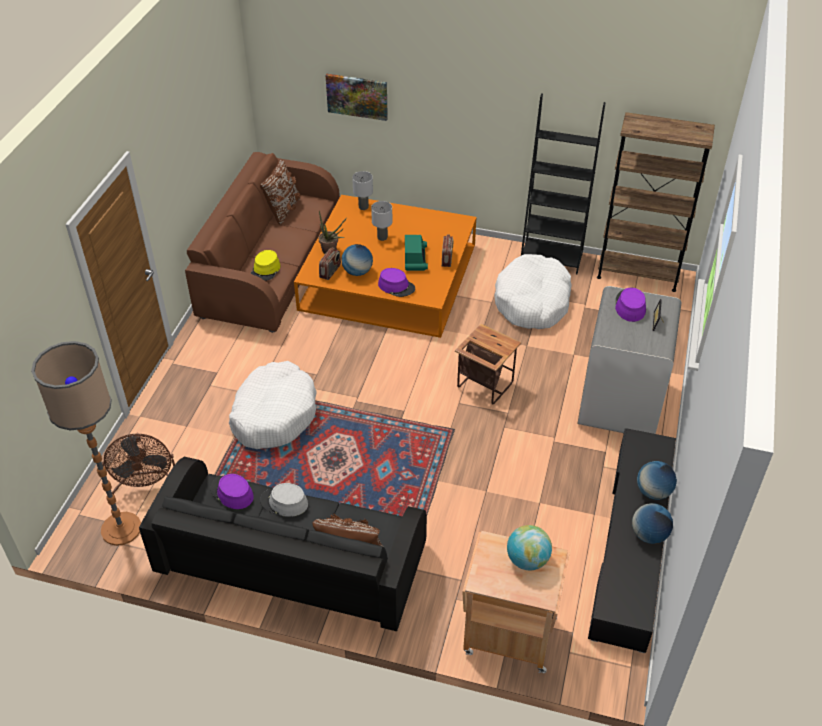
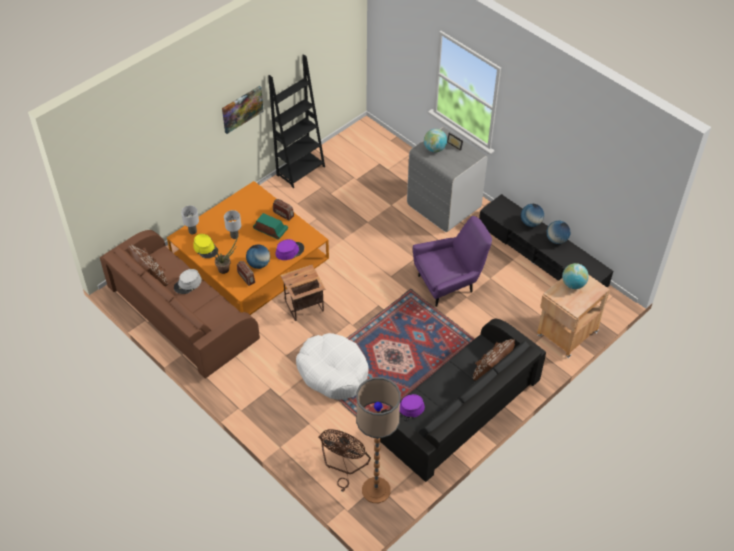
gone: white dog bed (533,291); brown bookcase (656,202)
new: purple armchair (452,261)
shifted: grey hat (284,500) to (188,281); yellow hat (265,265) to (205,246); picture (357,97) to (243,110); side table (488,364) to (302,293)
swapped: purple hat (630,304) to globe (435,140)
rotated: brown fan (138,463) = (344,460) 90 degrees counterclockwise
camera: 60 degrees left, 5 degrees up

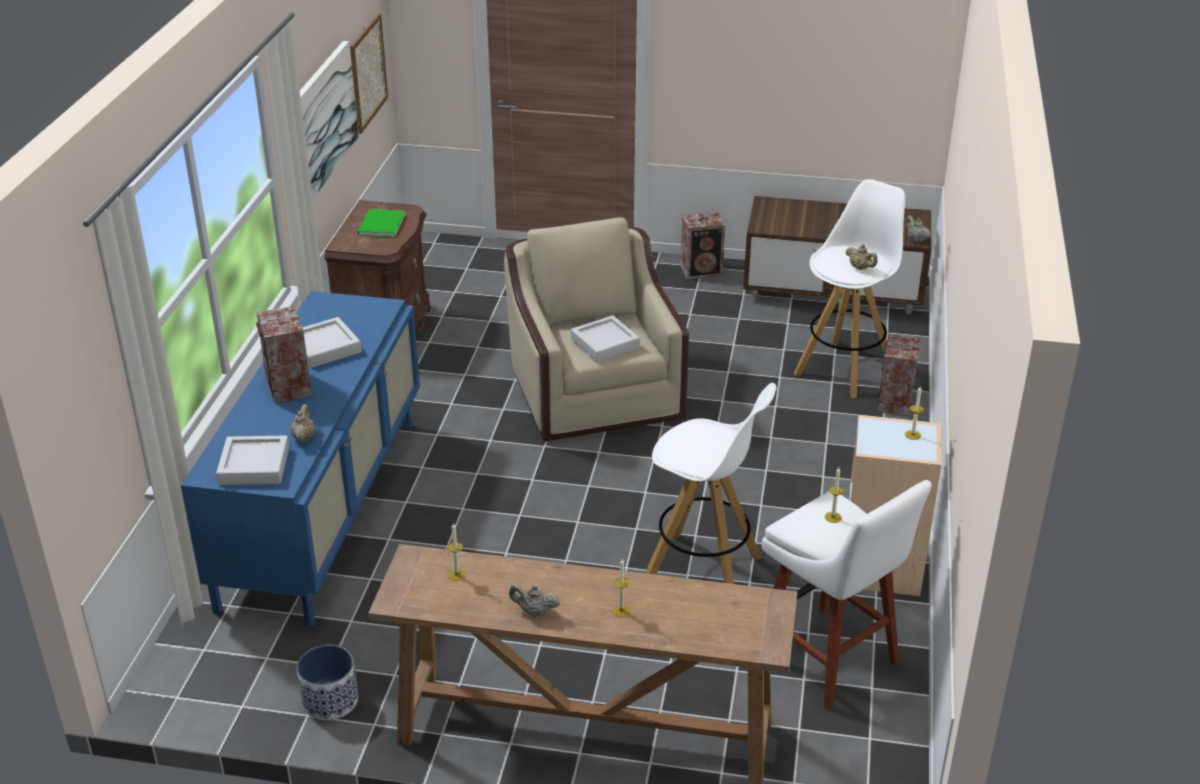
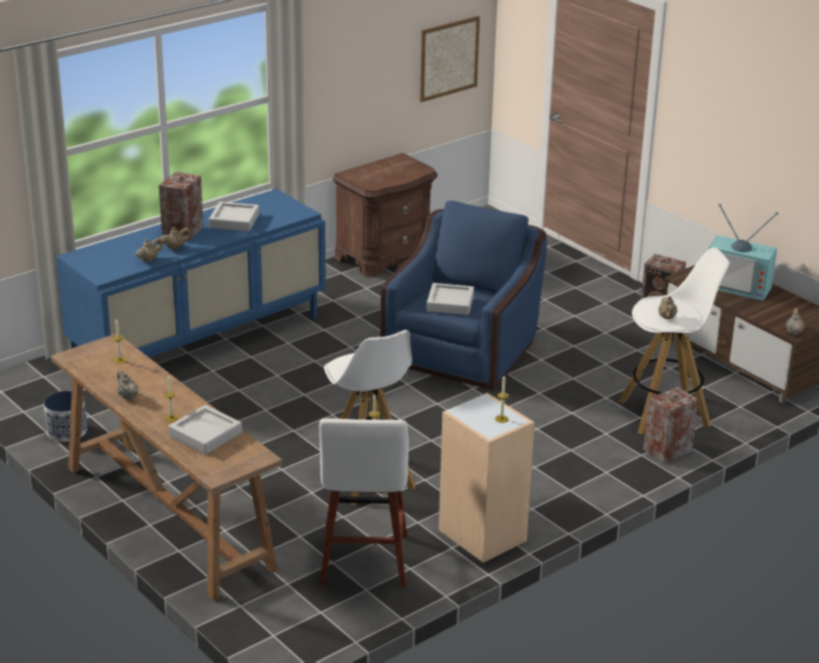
gone: picture (329,119); green book (381,223)
new: beige teapot (175,238); television (743,252)
shifted: grey tray (252,460) to (205,429)
repainted: beige armchair (596,329) to blue armchair (463,295)
camera: 40 degrees right, 5 degrees down

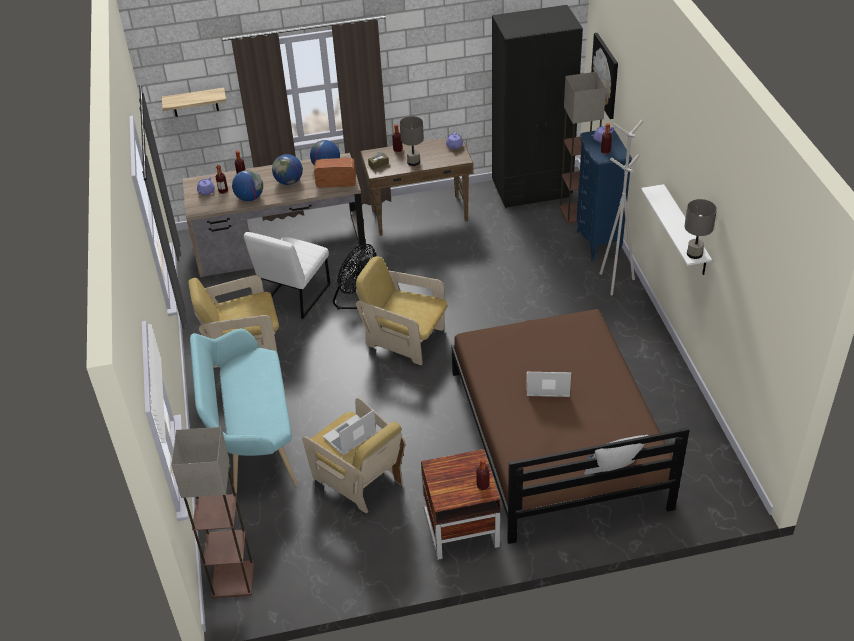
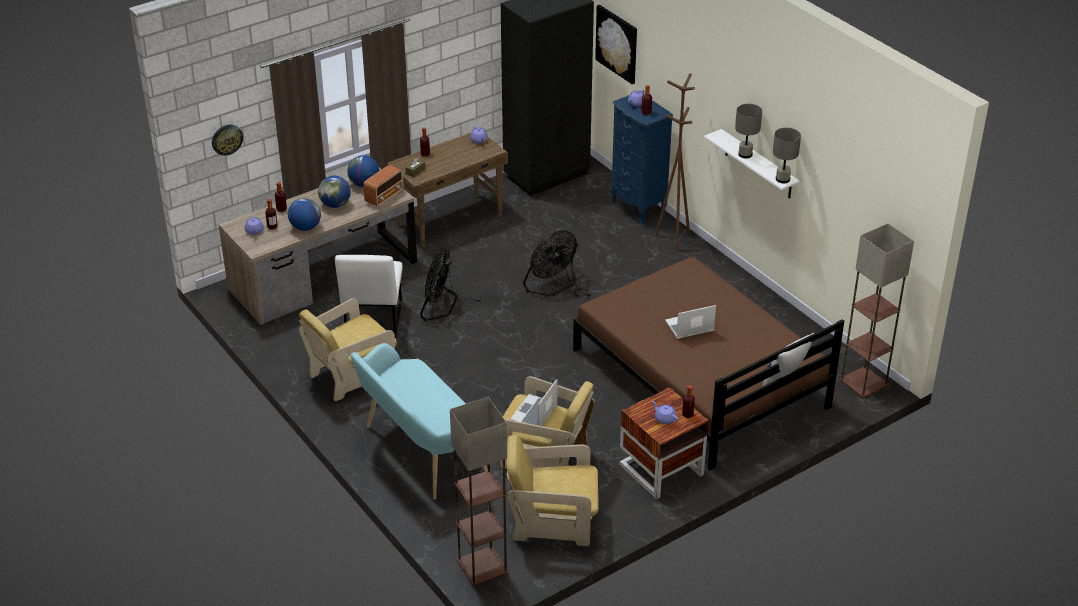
new: black fan (557,264); purple teapot (665,413)
shifted: yellow armchair (401,310) to (552,490); grey table lamp (412,141) to (748,131); floor lamp (582,147) to (877,311)
swapped: shelf (194,102) to wall clock (227,140)
repainted: grey clothes rack (621,208) to brown clothes rack (675,162)
rotated: radio (335,173) = (383,186) 150 degrees clockwise
camera: 25 degrees left, 5 degrees down

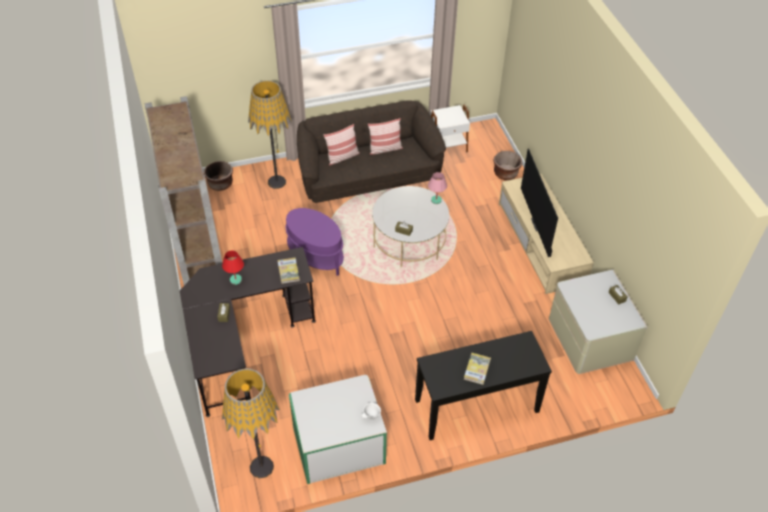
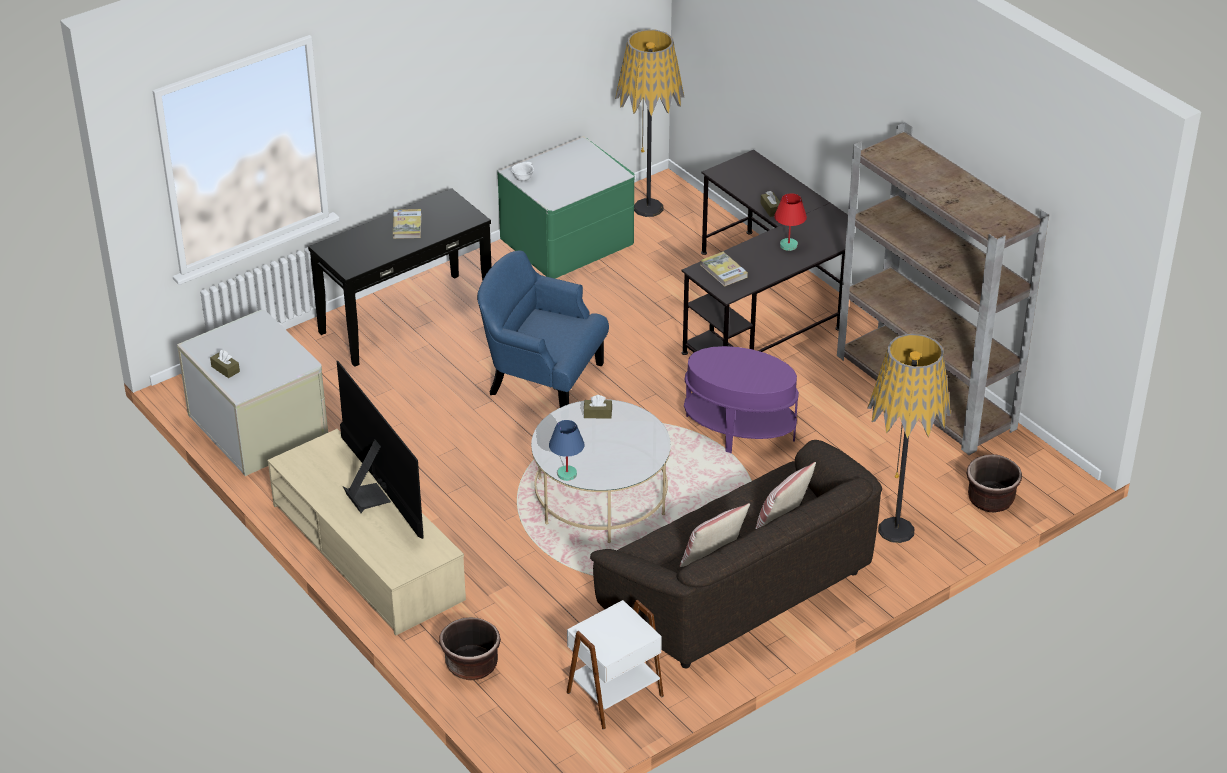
new: blue armchair (543,329)
repainted: pink table lamp (437,188) to blue table lamp (567,450)
camera: 160 degrees right, 10 degrees down

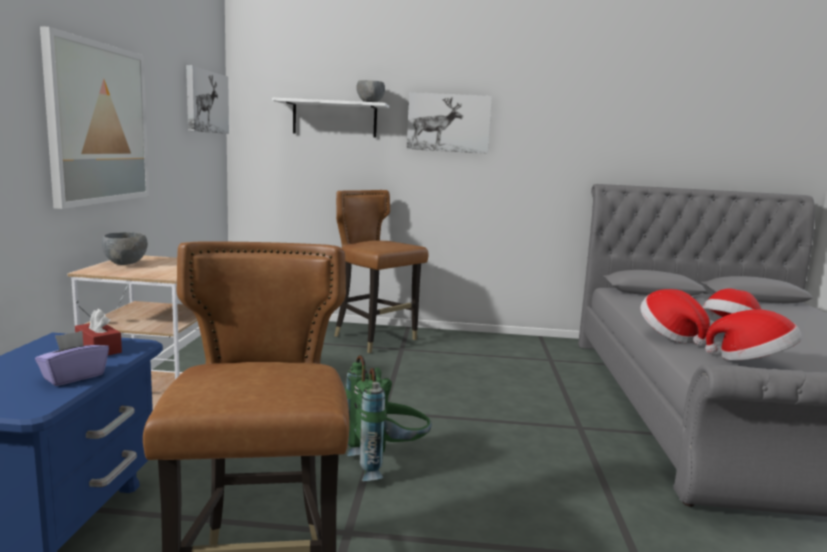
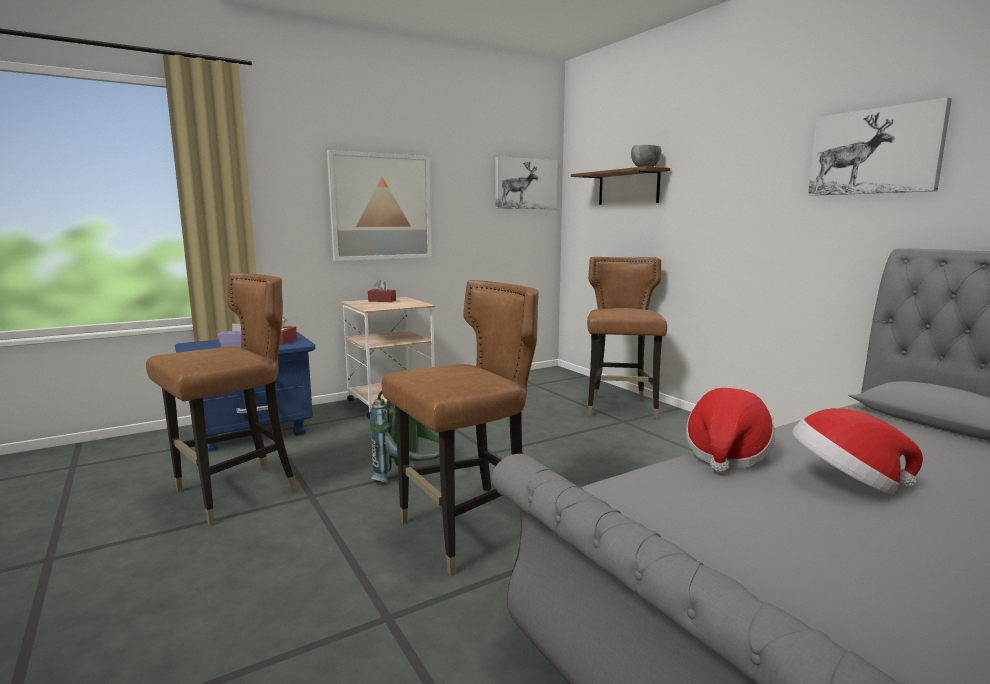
gone: hat (753,335)
new: brown chair (460,427)
shifted: picture (449,123) to (880,146)
swapped: grey bowl (125,248) to red tissue box (382,291)
repainted: white shelf (330,117) to brown shelf (620,185)
camera: 55 degrees right, 0 degrees up

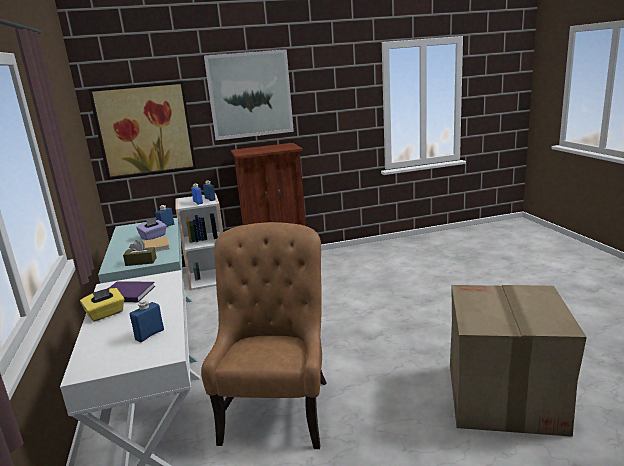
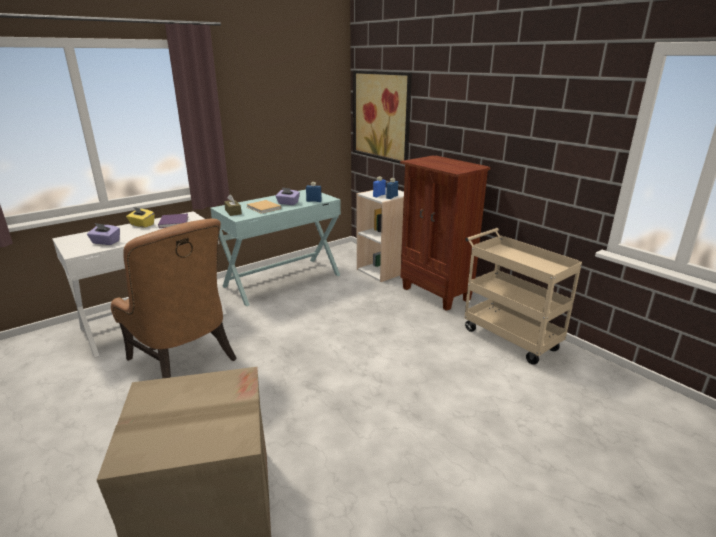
gone: picture (249,94)
new: beige cart (523,296)
swapped: blue bottle (147,321) to purple tissue box (103,234)
rotated: brown chair (264,335) = (174,298) 60 degrees clockwise
camera: 65 degrees right, 5 degrees up

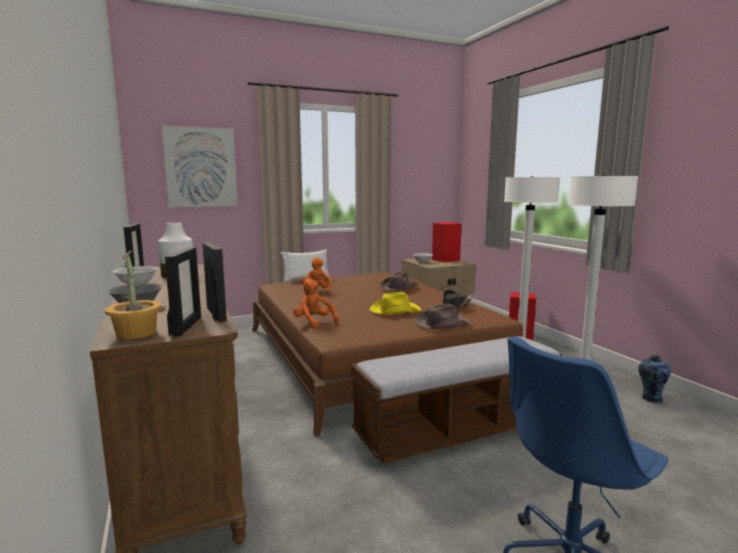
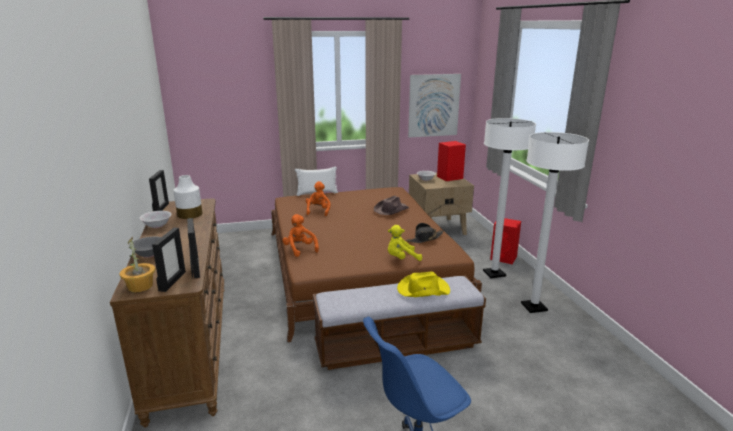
gone: vase (654,379)
shifted: yellow hat (395,303) to (423,284); picture (199,167) to (434,105)
swapped: brown hat (442,316) to yellow plush toy (405,243)
camera: 10 degrees right, 10 degrees up

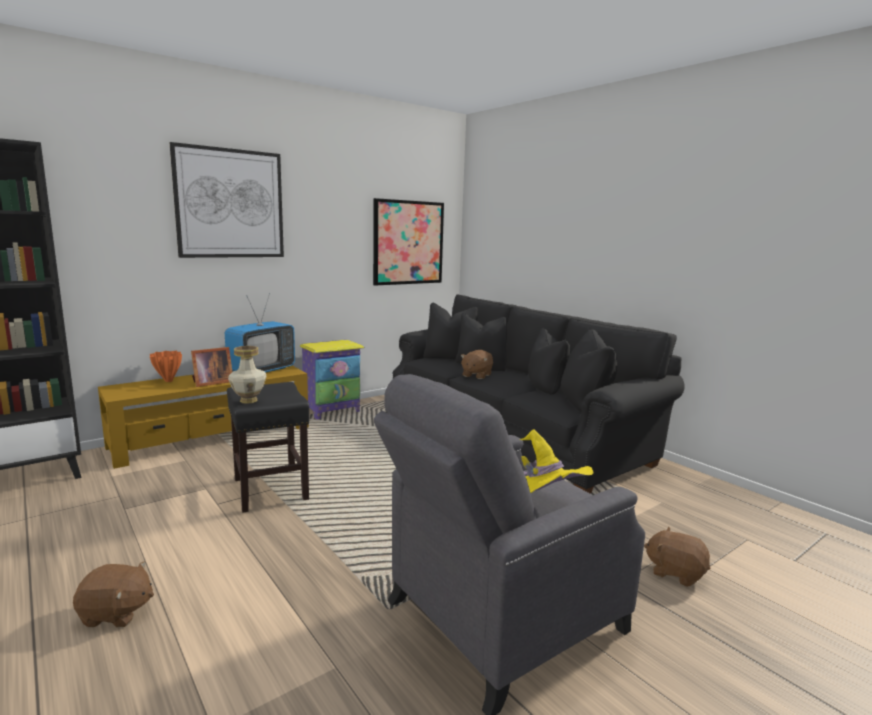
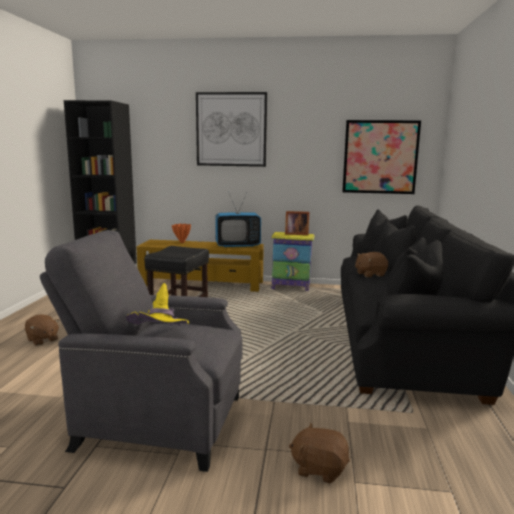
gone: vase (247,375)
shifted: picture frame (211,367) to (297,223)
rotated: brown plush toy (677,557) = (319,453) 60 degrees counterclockwise
camera: 45 degrees right, 0 degrees up

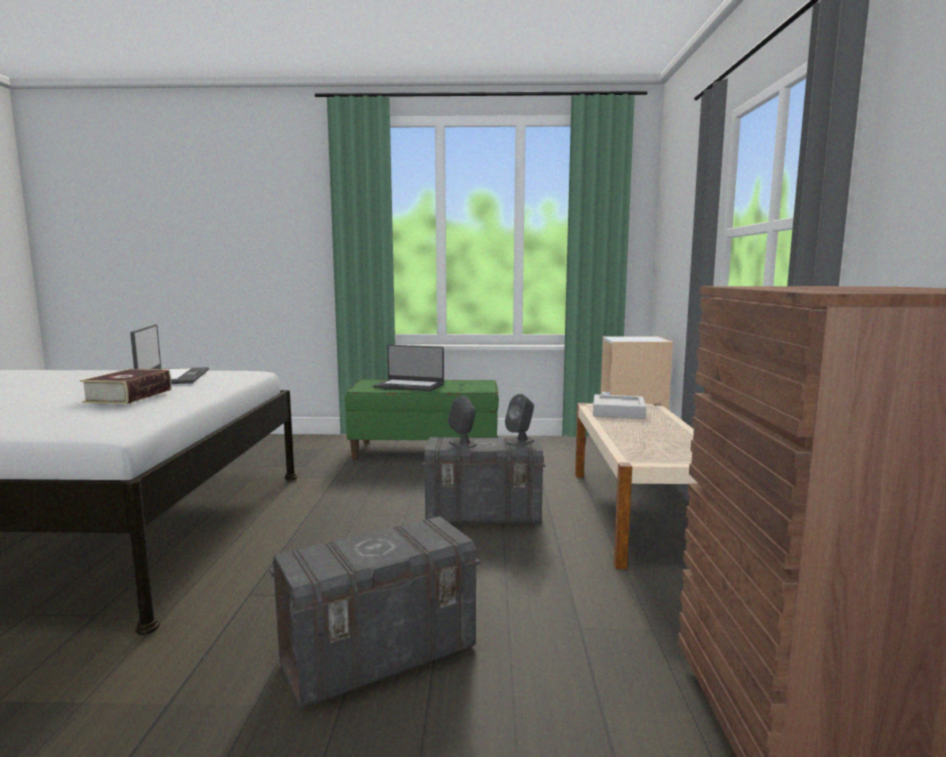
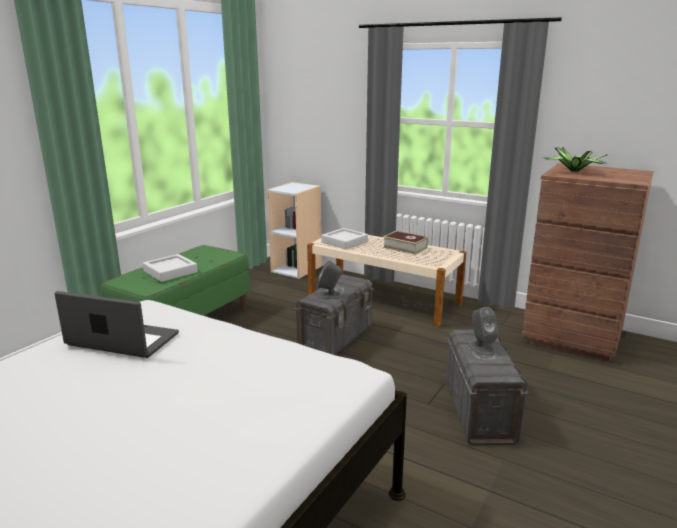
new: potted plant (575,159)
shifted: book (126,386) to (405,243); grey speaker (519,420) to (483,331)
swapped: laptop (408,368) to grey tray (170,268)
camera: 60 degrees left, 10 degrees up

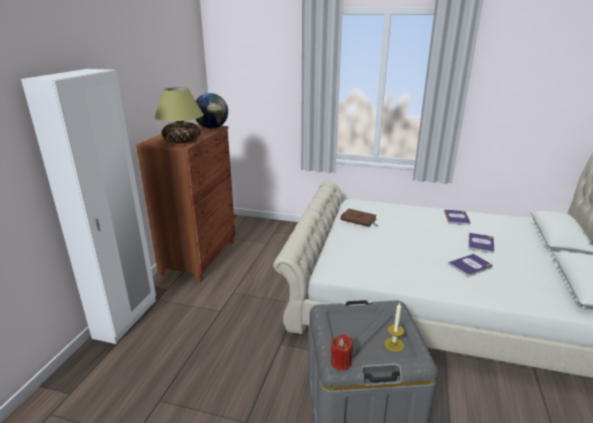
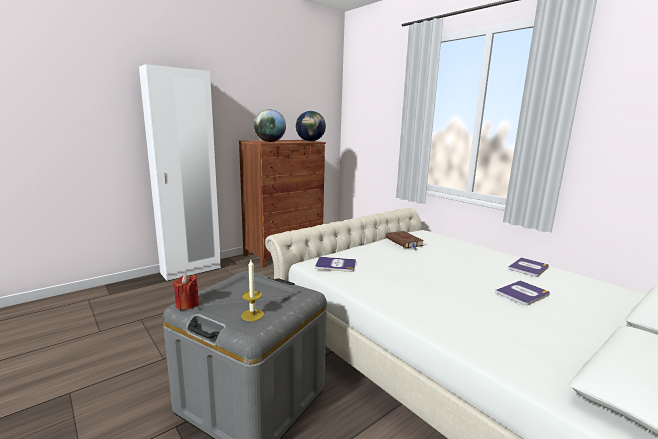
shifted: book (470,265) to (335,264)
swapped: table lamp (179,115) to globe (270,125)
camera: 35 degrees right, 10 degrees down

